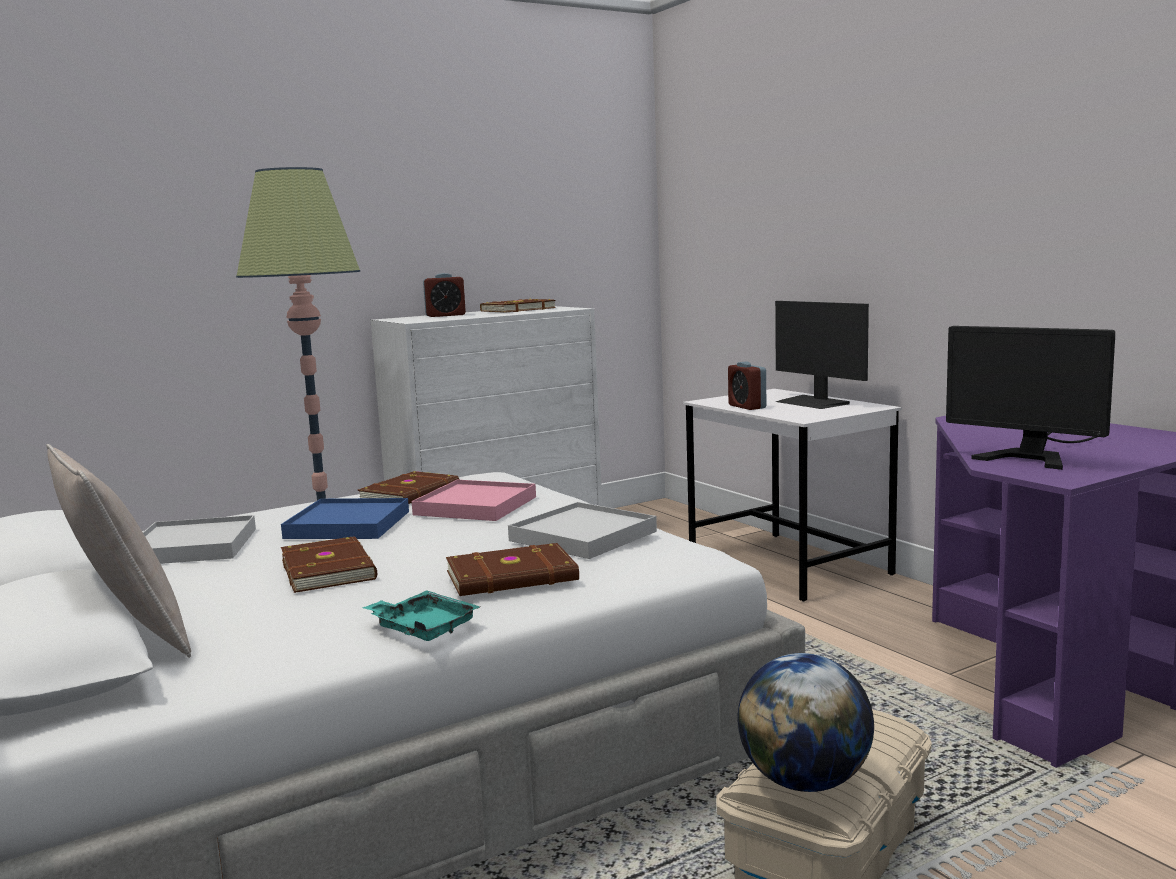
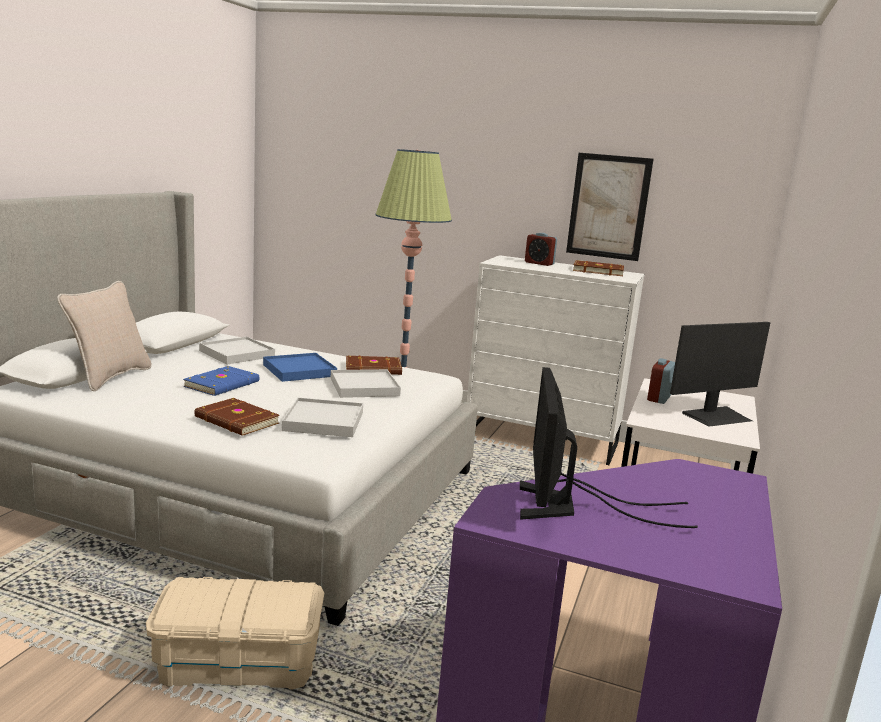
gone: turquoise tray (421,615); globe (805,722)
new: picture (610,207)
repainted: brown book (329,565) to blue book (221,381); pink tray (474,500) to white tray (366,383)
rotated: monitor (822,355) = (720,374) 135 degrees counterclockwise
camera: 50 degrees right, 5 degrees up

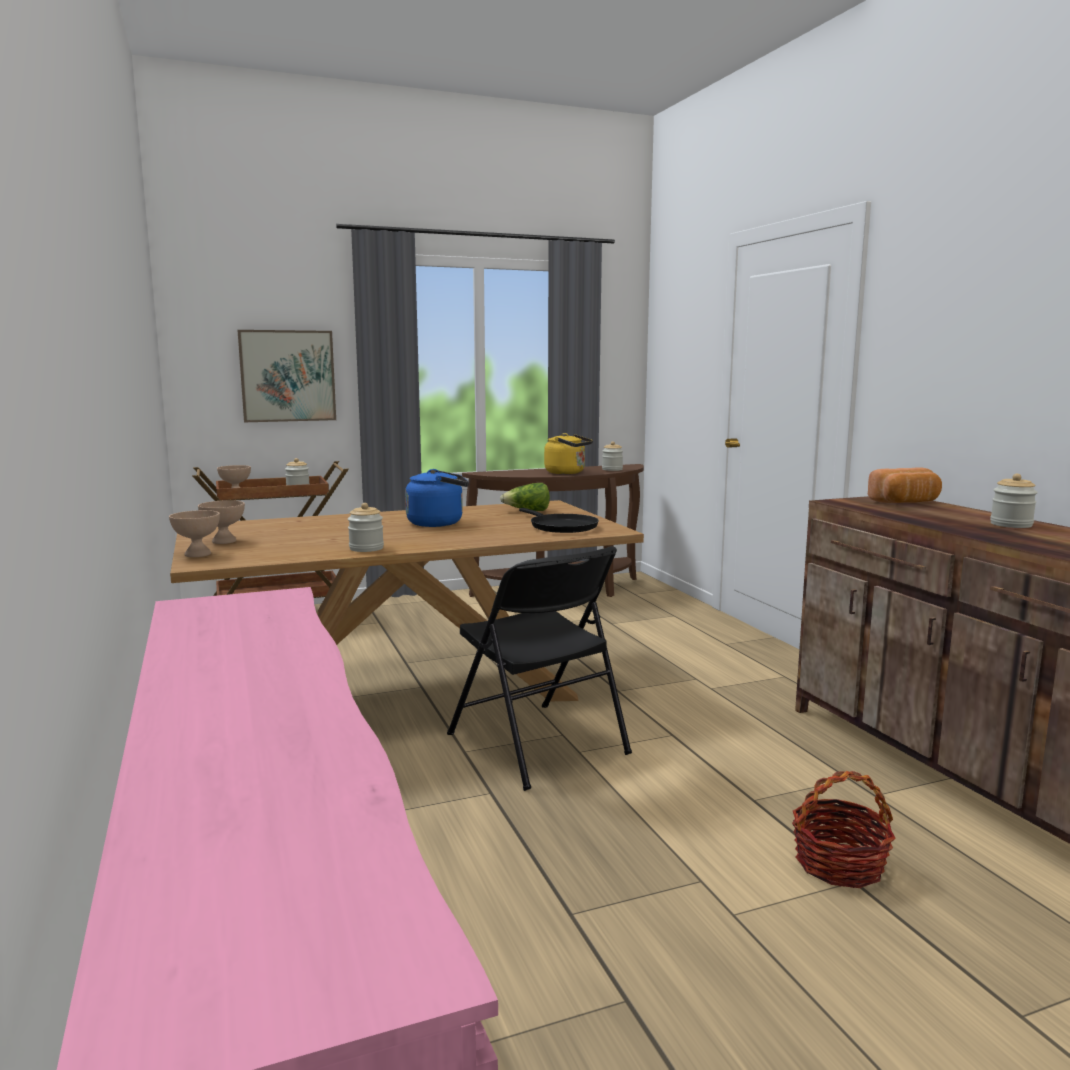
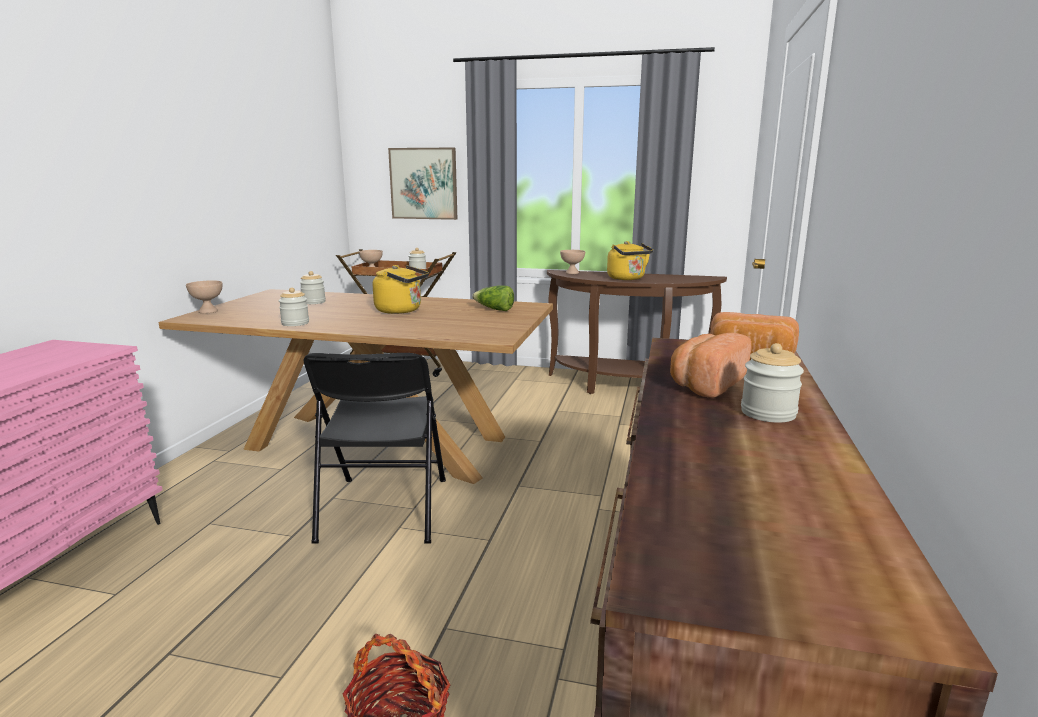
gone: black frying pan (559,520)
new: bread (710,365)
shifted: jar (612,456) to (313,287); beige bowl (221,522) to (572,262)
repainted: blue kettle (437,498) to yellow kettle (401,289)
camera: 35 degrees right, 5 degrees up

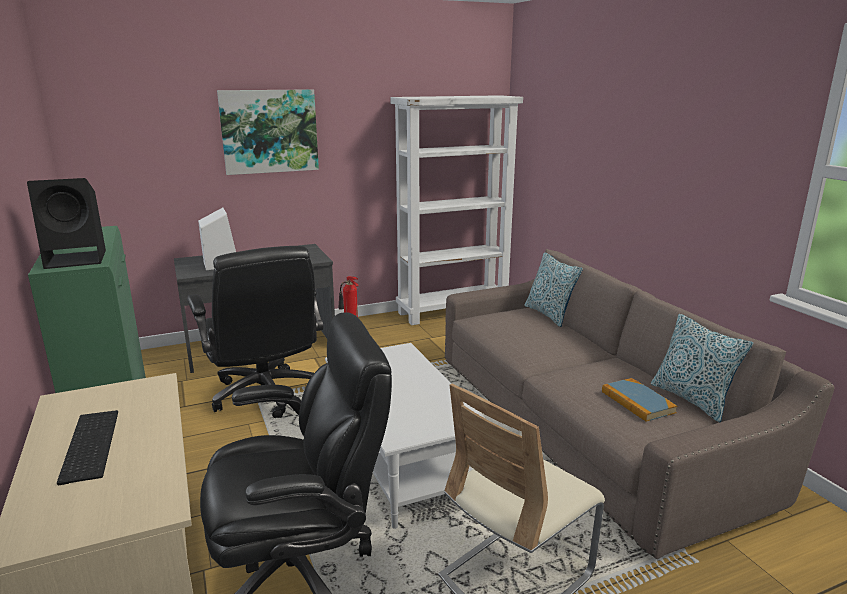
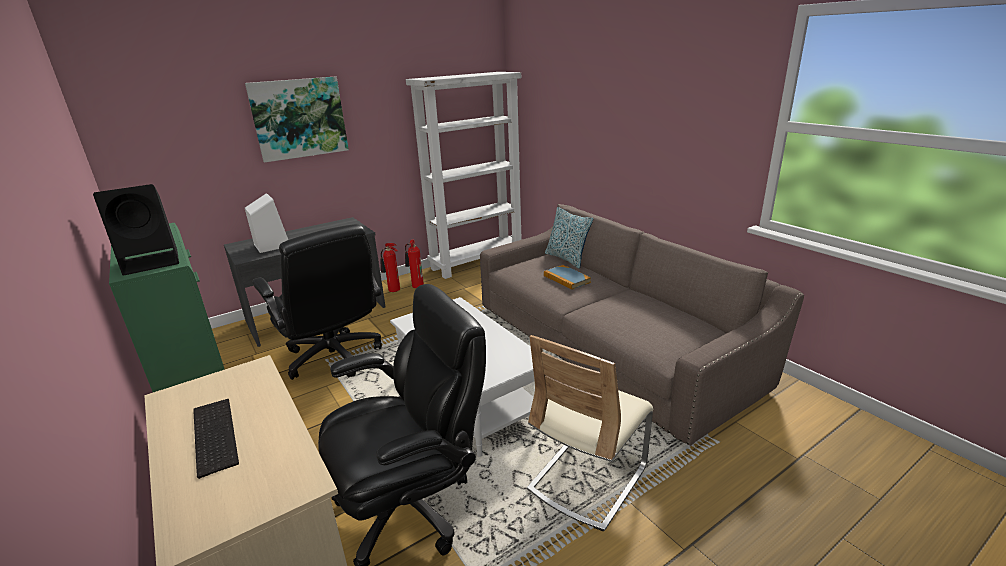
gone: pillow (702,368)
new: fire extinguisher (414,264)
shifted: book (639,400) to (567,277)
camera: 10 degrees left, 5 degrees up

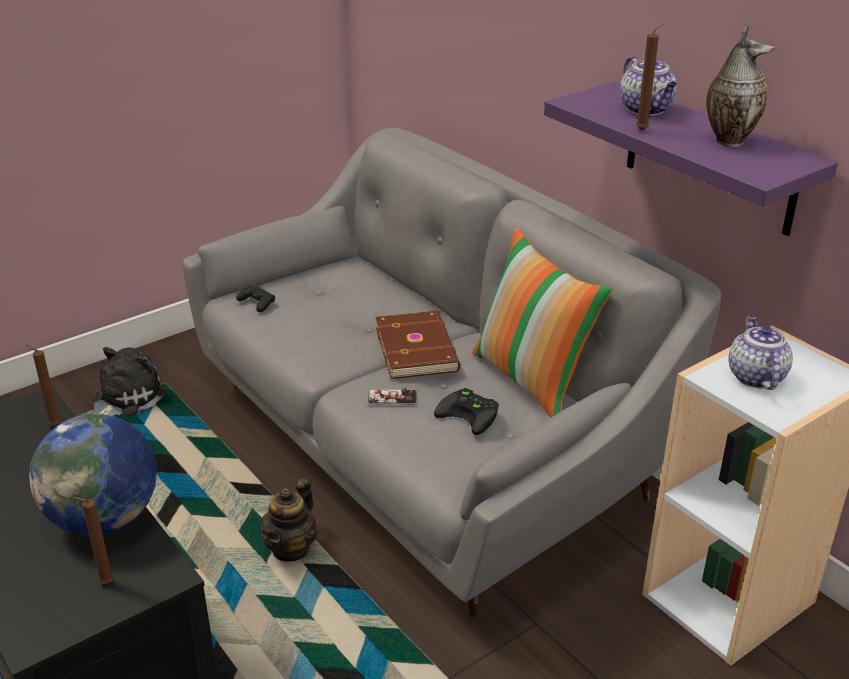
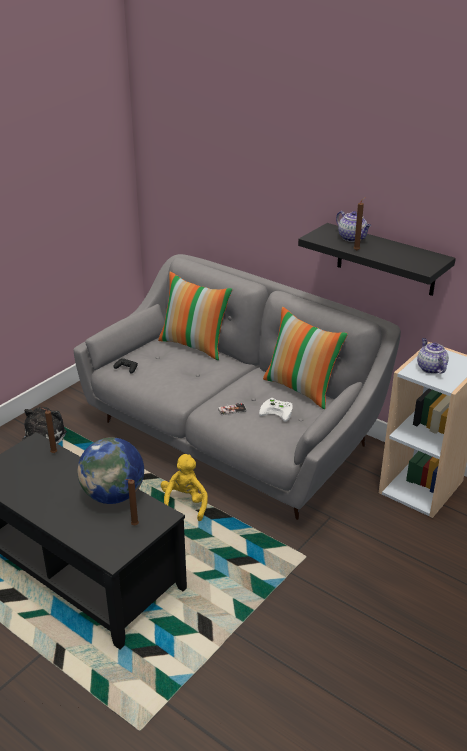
gone: brown book (417,345); vase (740,85)
new: pillow (195,316)
swapped: teapot (289,520) to yellow plush toy (184,487)
repainted: black game controller (466,411) to white game controller (276,410); purple shelf (691,159) to black shelf (377,259)
camera: 15 degrees left, 0 degrees up

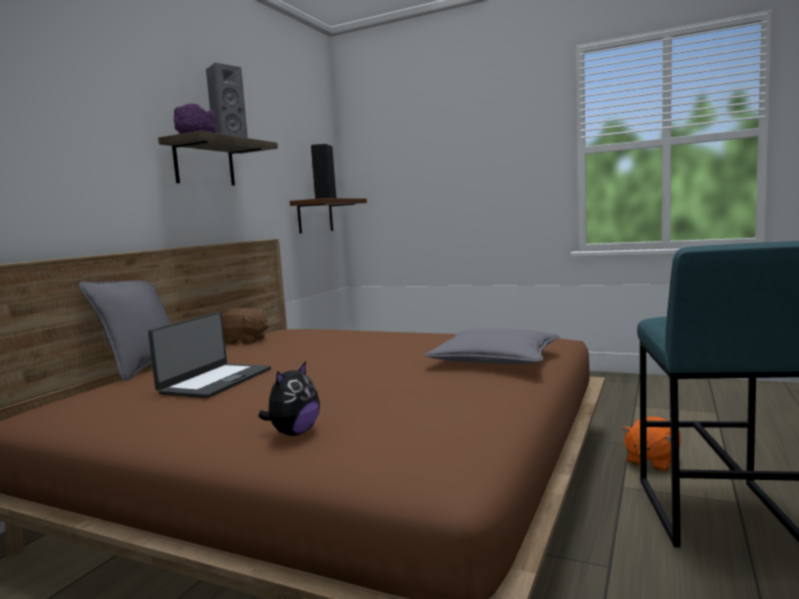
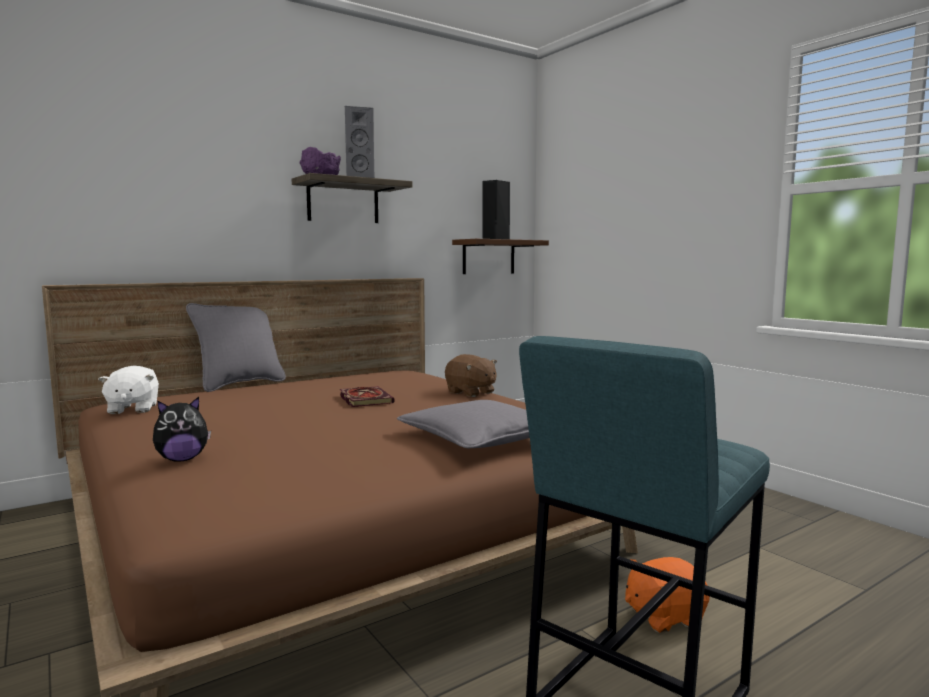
gone: laptop (209,355)
new: white plush toy (128,390); book (367,396)
shifted: brown plush toy (245,326) to (471,375)
camera: 30 degrees right, 0 degrees up

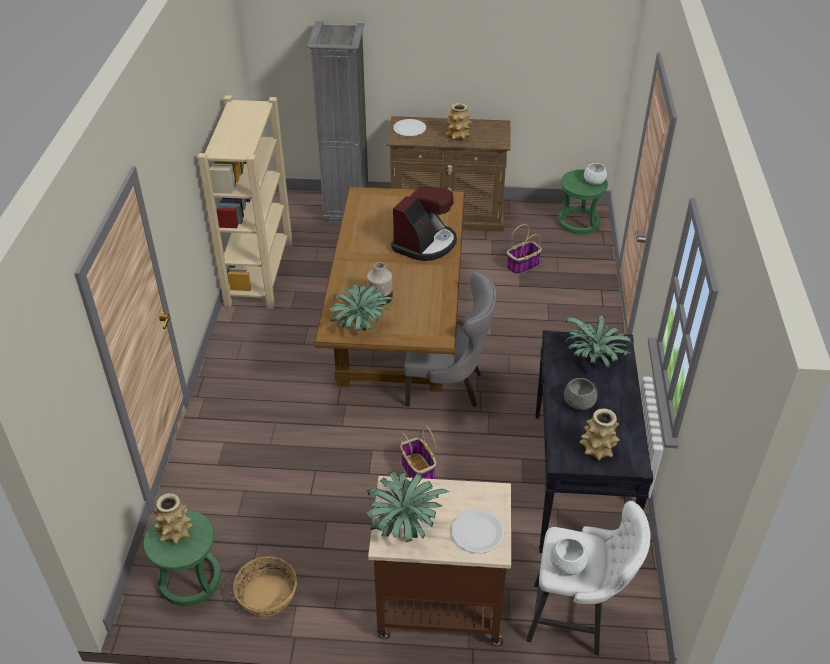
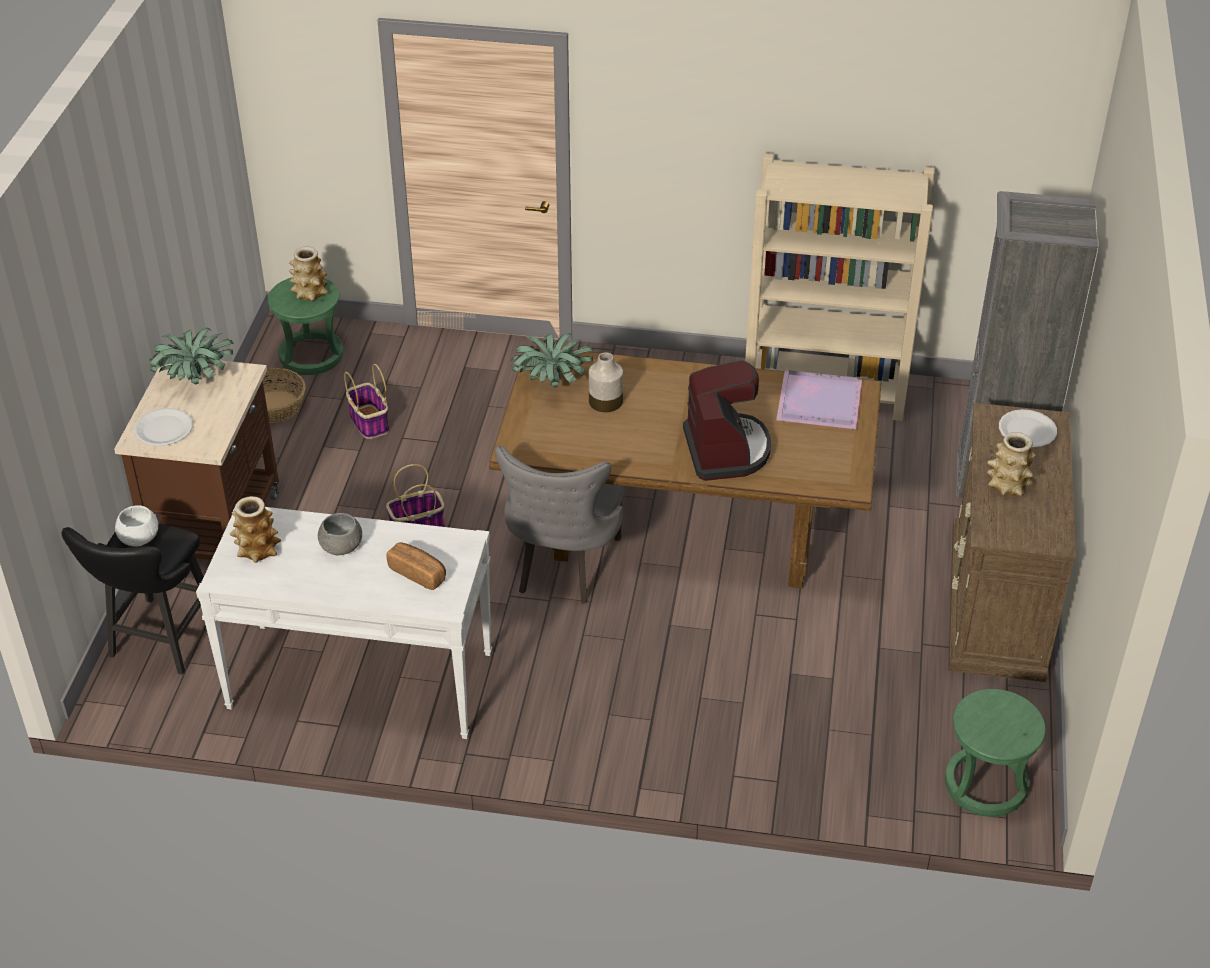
gone: white bowl (595,174)
new: purple tray (819,399)
shifted: basket (524,249) to (366,401)
swapped: potted plant (598,341) to bread (416,566)
repainted: white stool (588,578) to black stool (133,599); black console table (594,441) to white console table (344,623)
rotated: coffee machine (424,223) = (727,420) 135 degrees counterclockwise
camera: 95 degrees right, 0 degrees up

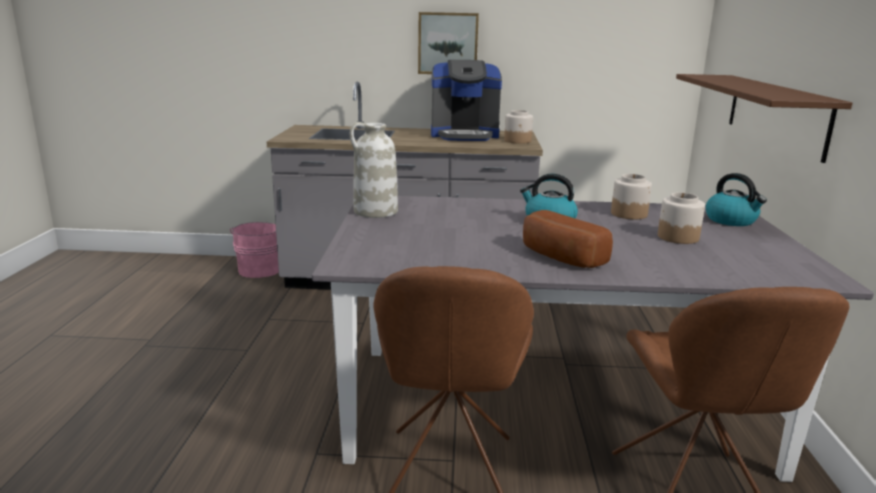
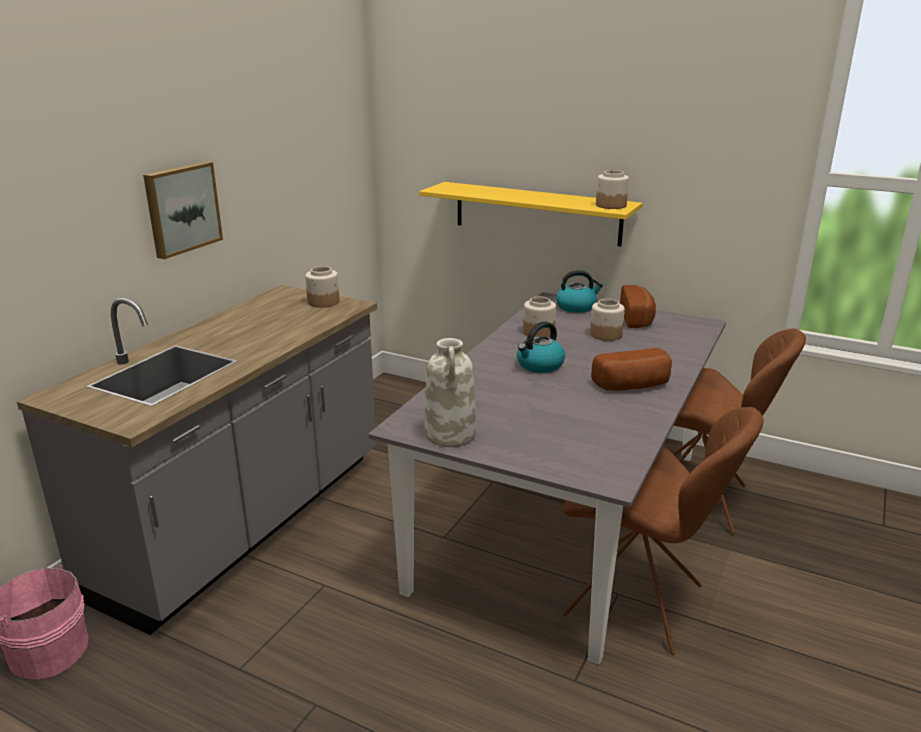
gone: coffee machine (466,100)
new: jar (612,189); bread (638,306)
repainted: brown shelf (764,118) to yellow shelf (531,214)
camera: 65 degrees left, 5 degrees up

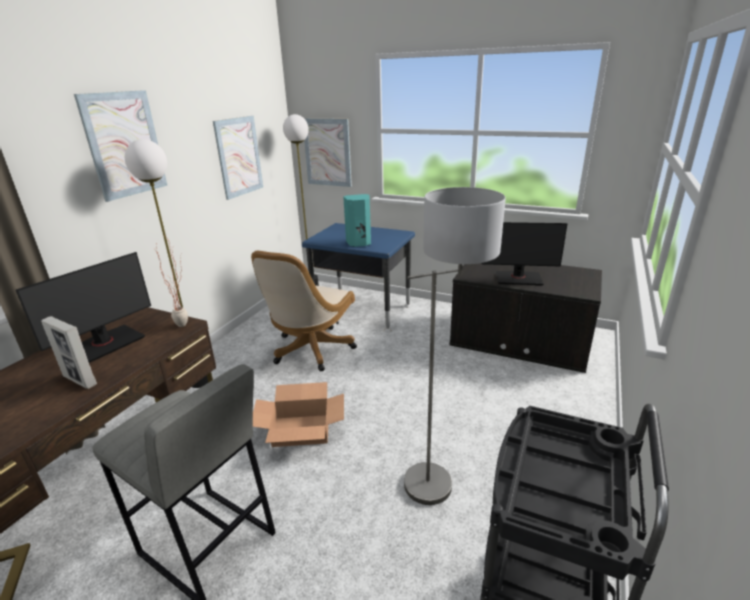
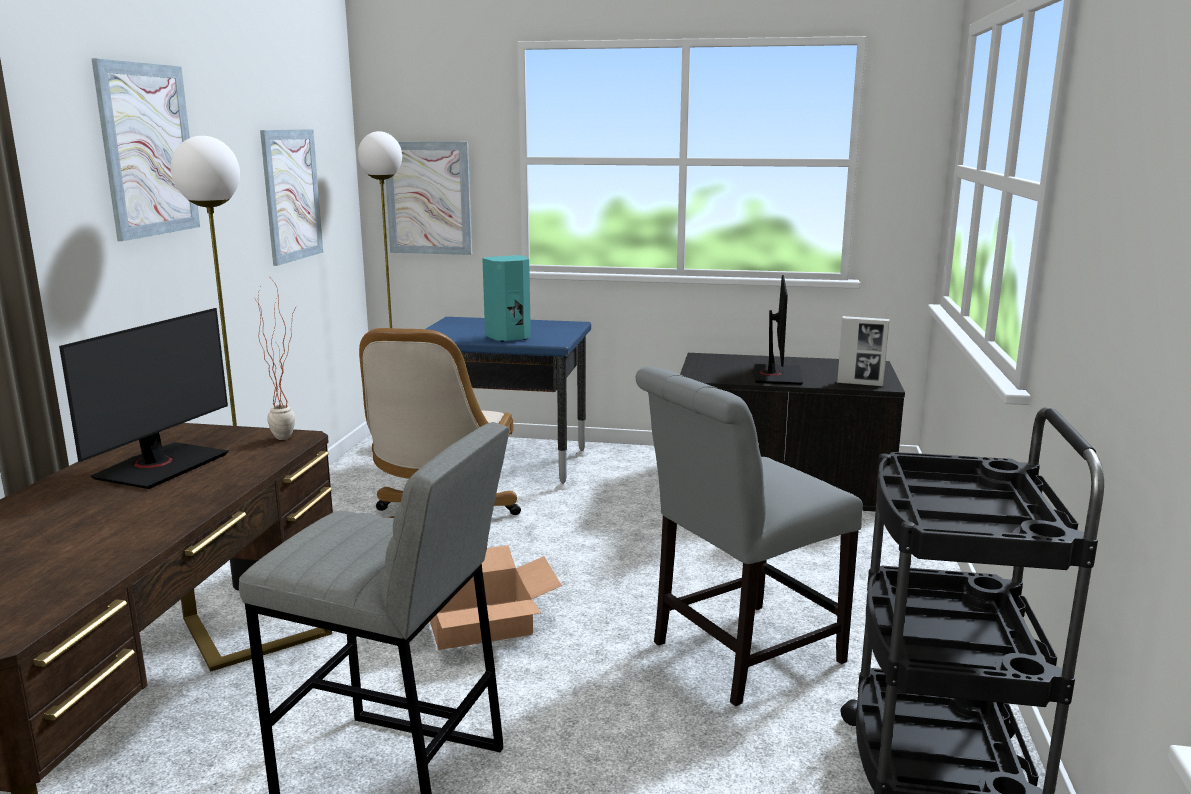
shifted: picture frame (69,352) to (863,351)
swapped: grey floor lamp (455,346) to grey chair (749,536)
rotated: monitor (525,253) = (777,330) 75 degrees counterclockwise
camera: 15 degrees left, 10 degrees down

